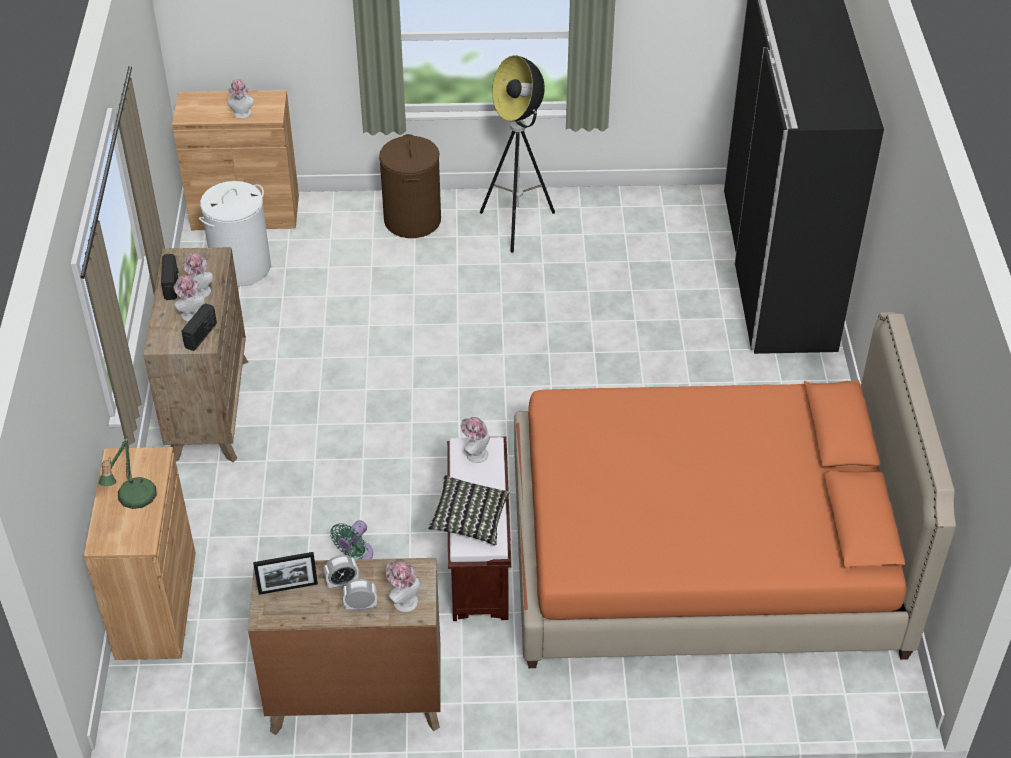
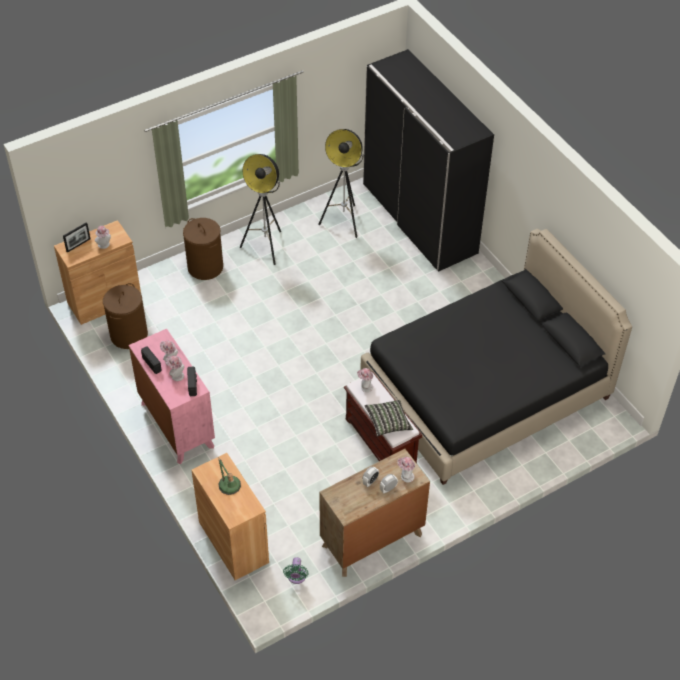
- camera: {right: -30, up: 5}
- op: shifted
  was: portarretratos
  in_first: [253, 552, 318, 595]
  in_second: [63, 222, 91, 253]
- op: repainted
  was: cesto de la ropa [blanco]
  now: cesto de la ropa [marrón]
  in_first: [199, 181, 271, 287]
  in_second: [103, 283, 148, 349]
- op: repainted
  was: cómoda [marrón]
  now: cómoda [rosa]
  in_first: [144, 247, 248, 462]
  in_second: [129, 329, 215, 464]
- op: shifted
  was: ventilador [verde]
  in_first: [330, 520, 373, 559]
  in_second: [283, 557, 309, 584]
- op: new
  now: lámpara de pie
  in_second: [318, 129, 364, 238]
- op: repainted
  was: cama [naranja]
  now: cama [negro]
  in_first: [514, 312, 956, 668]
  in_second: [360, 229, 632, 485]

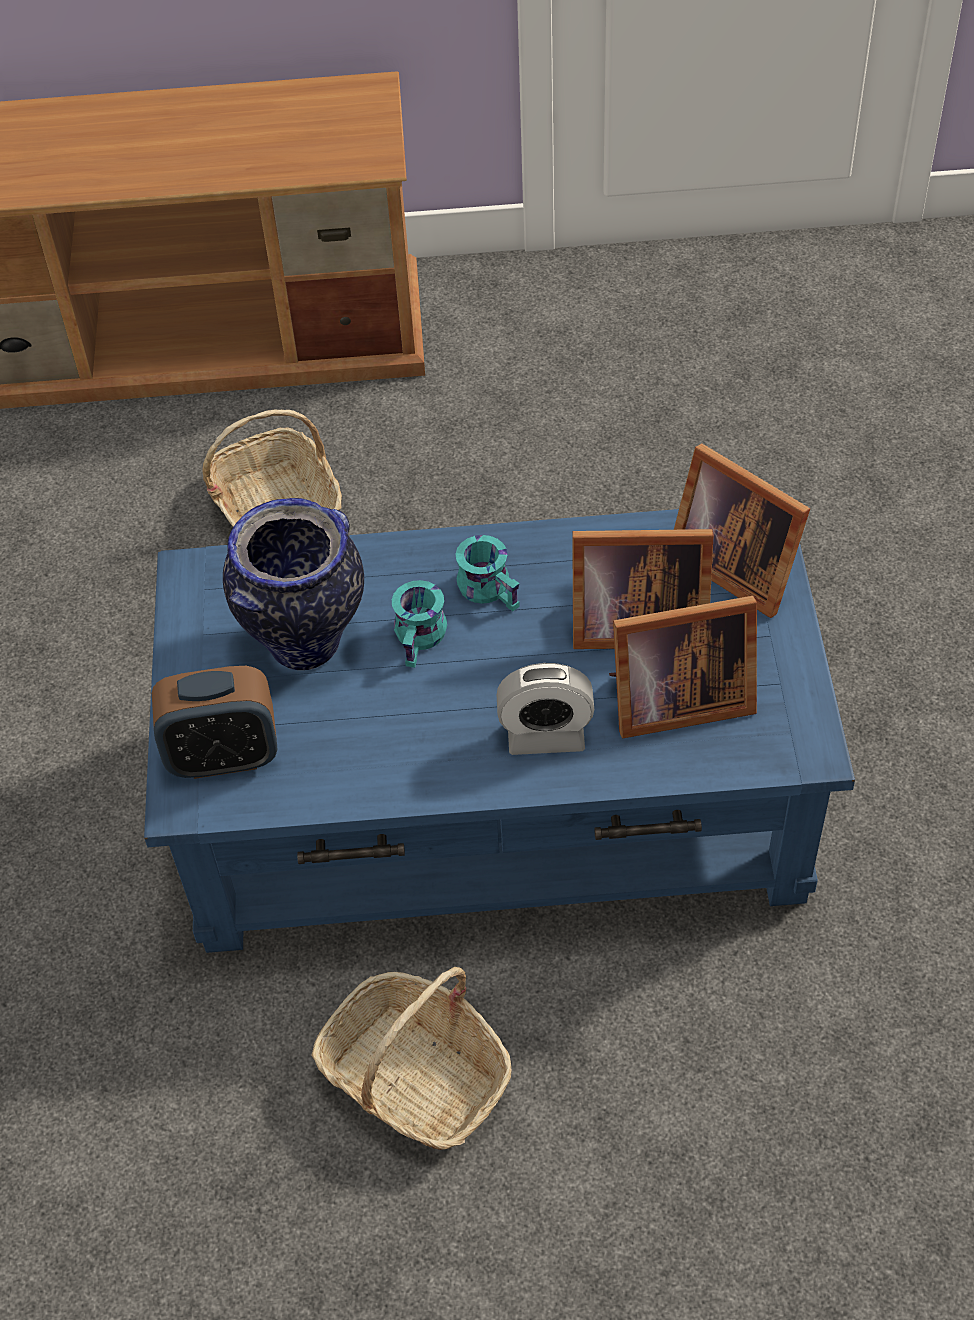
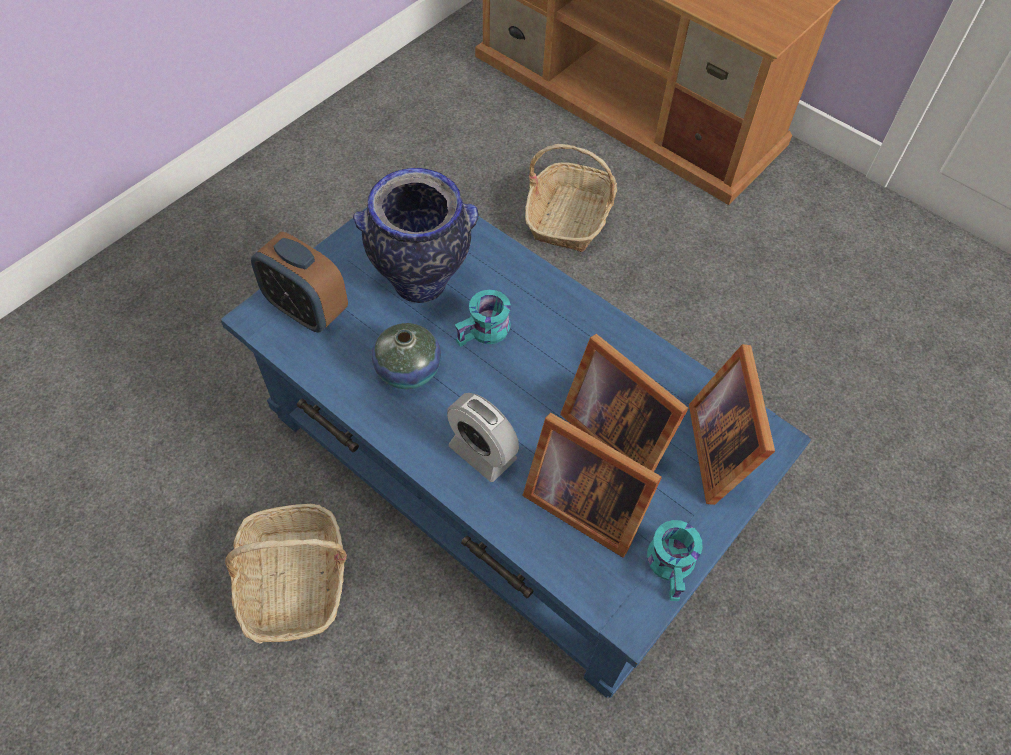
- camera: {right: 40, up: 5}
- op: new
  now: florero
  in_second: [372, 323, 441, 389]
- op: shifted
  was: taza grande [turquesa]
  in_first: [456, 535, 520, 611]
  in_second: [647, 520, 703, 601]

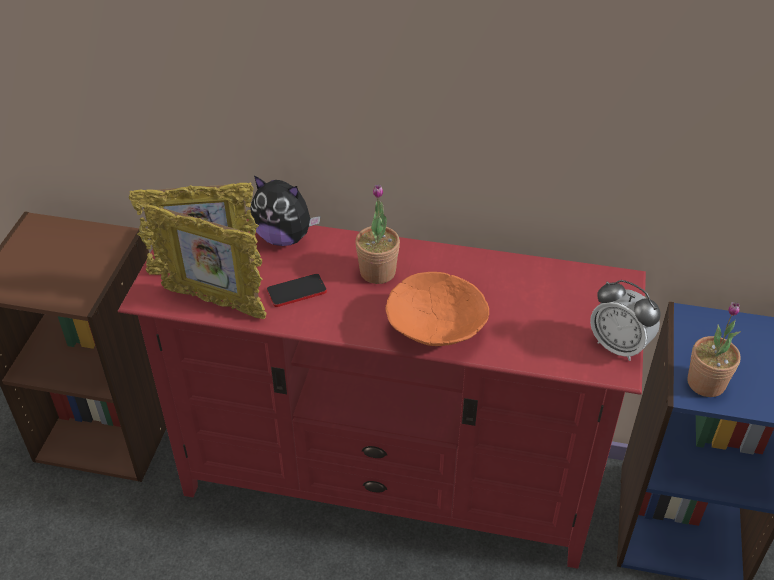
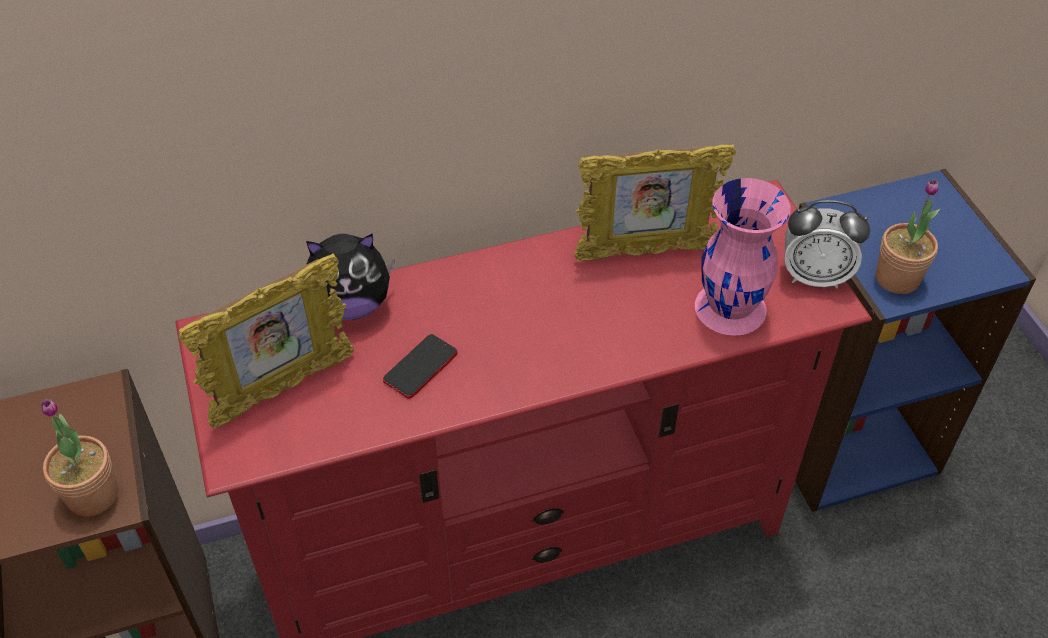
- camera: {right: -30, up: 5}
- op: shifted
  was: planta en maceta
  in_first: [355, 184, 400, 284]
  in_second: [41, 399, 118, 517]
- op: shifted
  was: portarretratos
  in_first: [145, 204, 267, 319]
  in_second: [574, 144, 736, 261]
- op: new
  now: florero [rosa]
  in_second: [695, 178, 791, 335]
- op: gone
  was: cuenco [naranja]
  in_first: [385, 272, 489, 346]

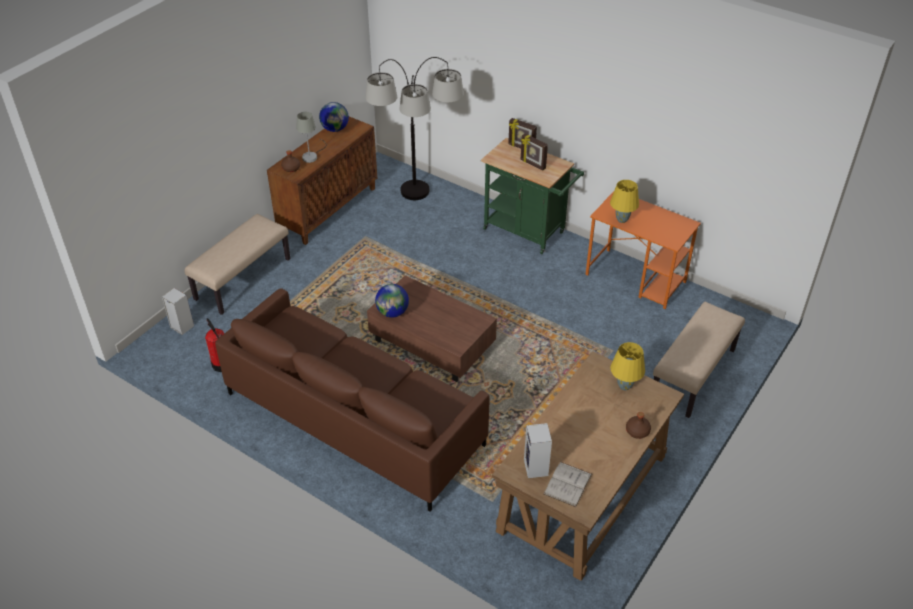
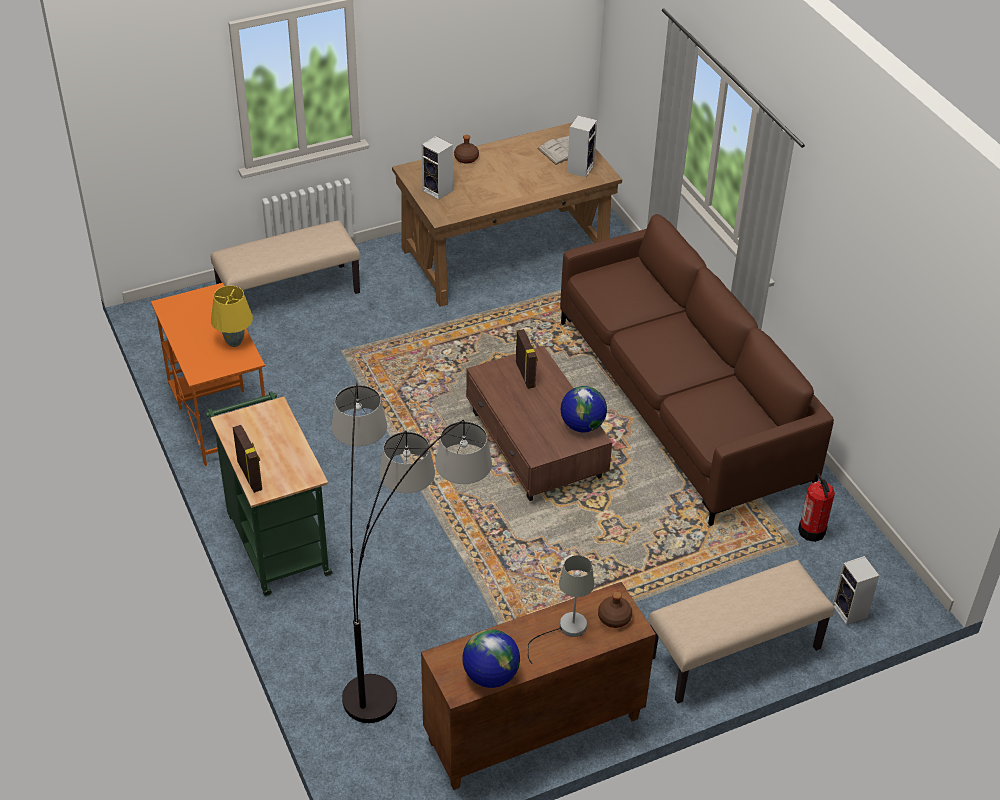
- camera: {right: -150, up: 0}
- op: swapped
  was: lámpara de mesa [amarillo]
  now: altavoz
  in_first: [610, 342, 645, 390]
  in_second: [421, 136, 453, 200]
- op: shifted
  was: portarretratos
  in_first: [521, 133, 548, 171]
  in_second: [516, 329, 538, 389]

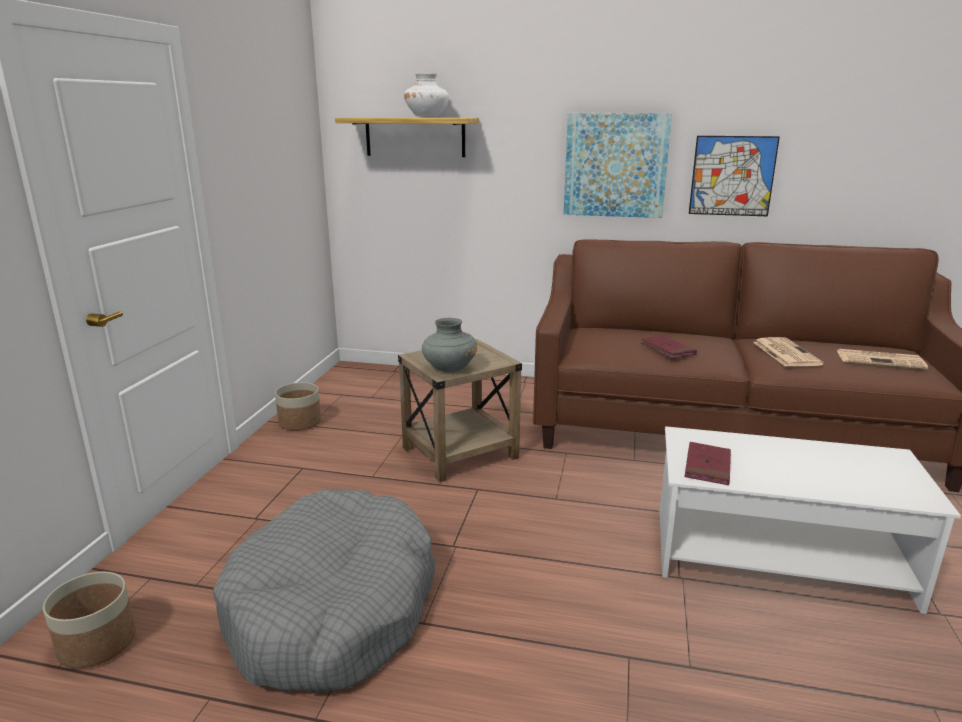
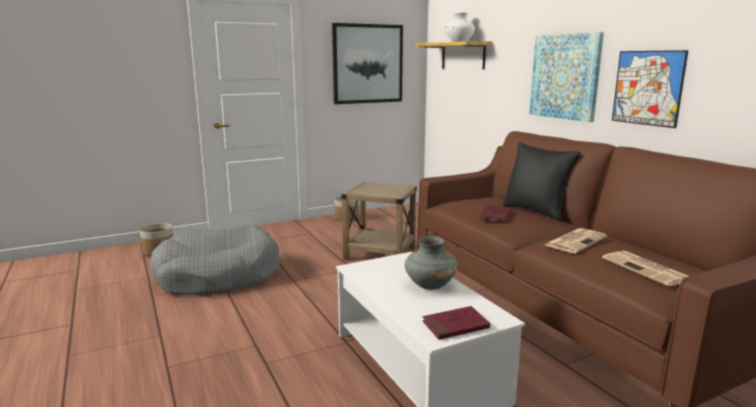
- camera: {right: 50, up: -5}
- op: new
  now: cuadro
  in_second: [332, 23, 403, 104]
- op: shifted
  was: florero [gris]
  in_first: [422, 318, 477, 373]
  in_second: [405, 236, 458, 290]
- op: shifted
  was: libro [rojo]
  in_first: [684, 442, 731, 485]
  in_second: [422, 306, 490, 340]
- op: new
  now: cojín [negro]
  in_second: [502, 142, 581, 221]

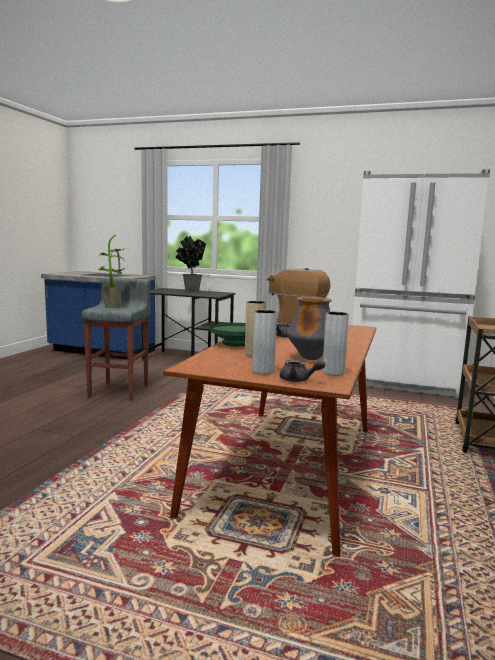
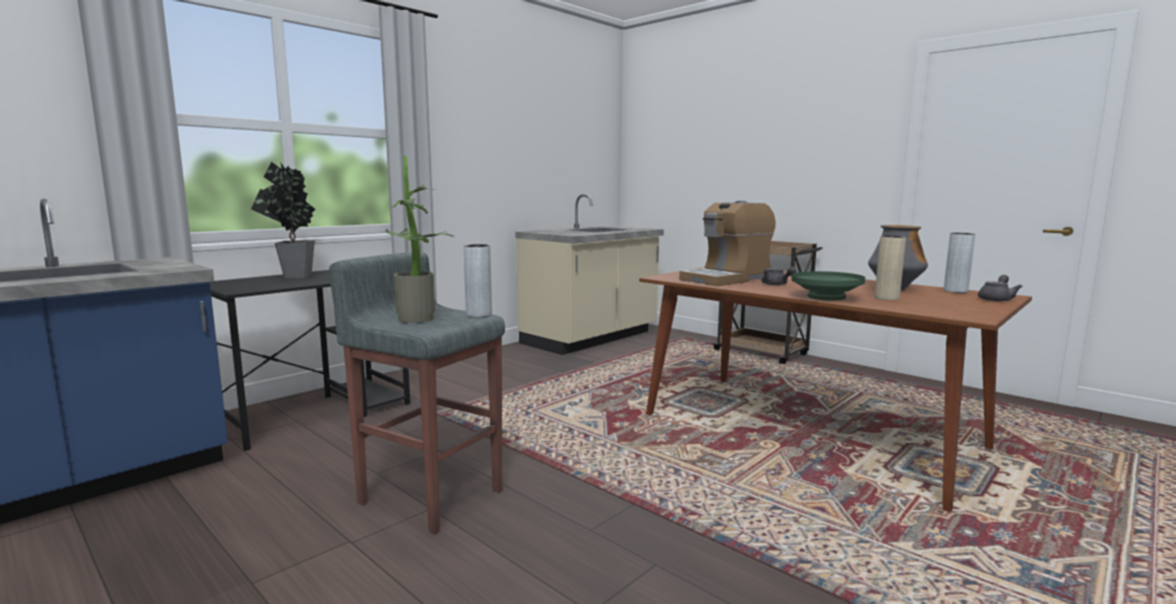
- camera: {right: -65, up: 0}
- op: shifted
  was: florero [gris]
  in_first: [252, 310, 277, 374]
  in_second: [464, 244, 492, 317]
- op: swapped
  was: nevera [blanco]
  now: mueble bajo de cocina [beis]
  in_first: [353, 169, 490, 399]
  in_second: [515, 194, 664, 355]

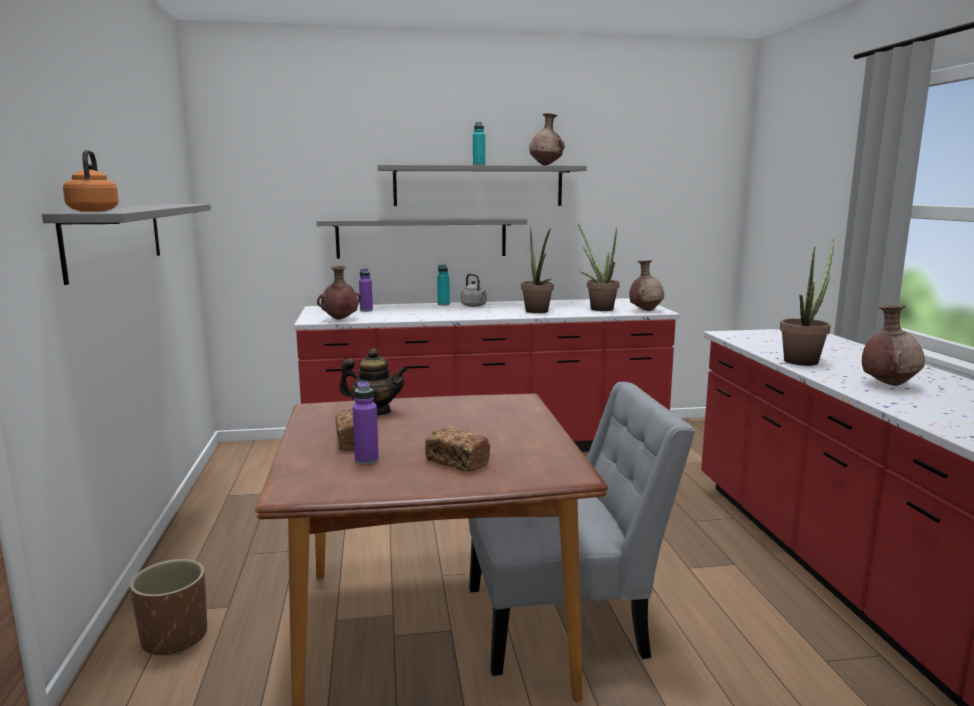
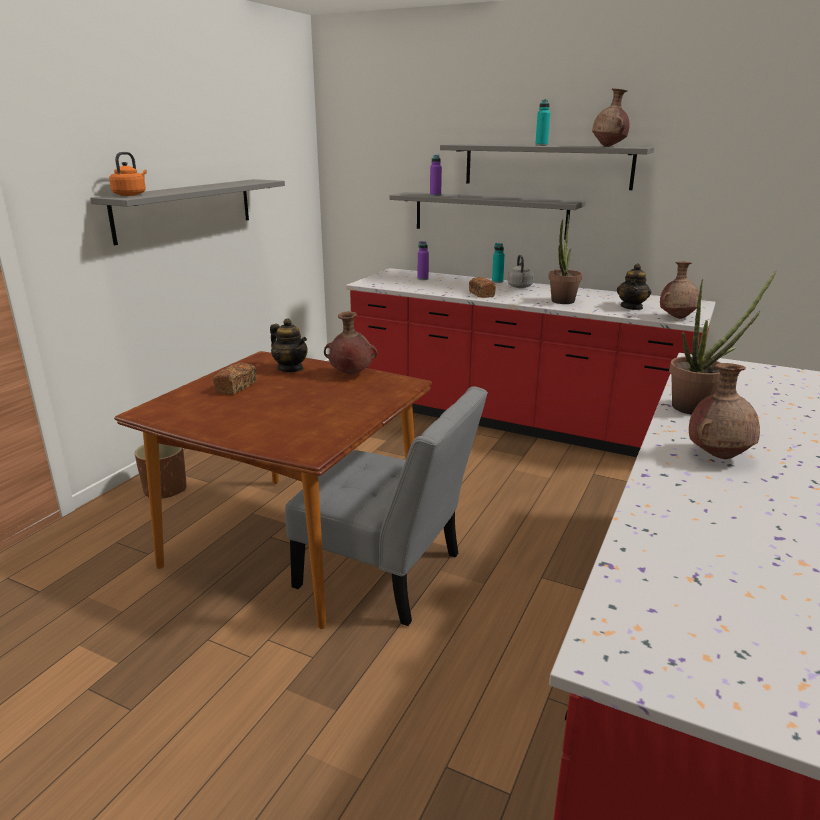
- camera: {right: 35, up: 10}
- op: shifted
  was: florero [marrón]
  in_first: [317, 265, 361, 320]
  in_second: [324, 311, 377, 374]
- op: shifted
  was: botella [morado]
  in_first: [352, 381, 379, 465]
  in_second: [430, 155, 442, 196]
- op: shifted
  was: pan
  in_first: [425, 428, 490, 472]
  in_second: [469, 277, 496, 298]
- op: swapped
  was: planta en maceta
  now: tetera
  in_first: [578, 224, 619, 311]
  in_second: [617, 263, 651, 310]

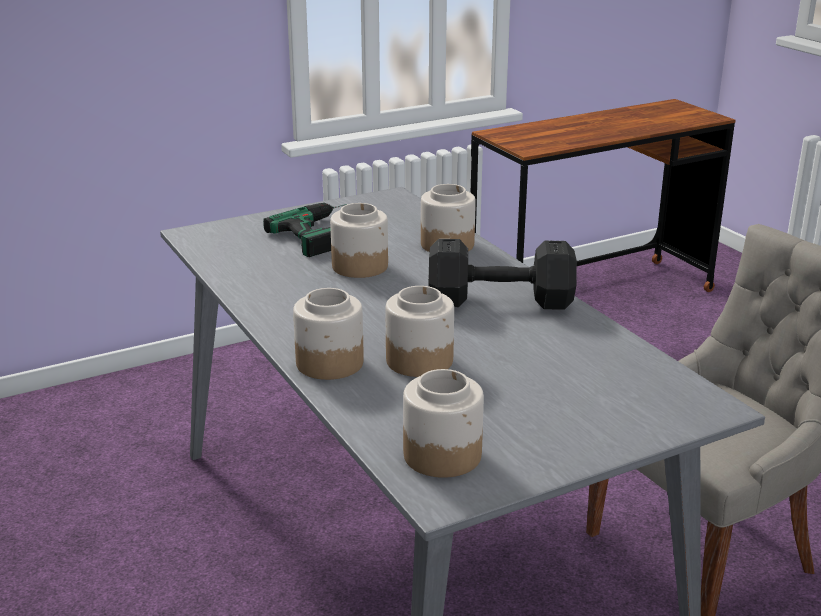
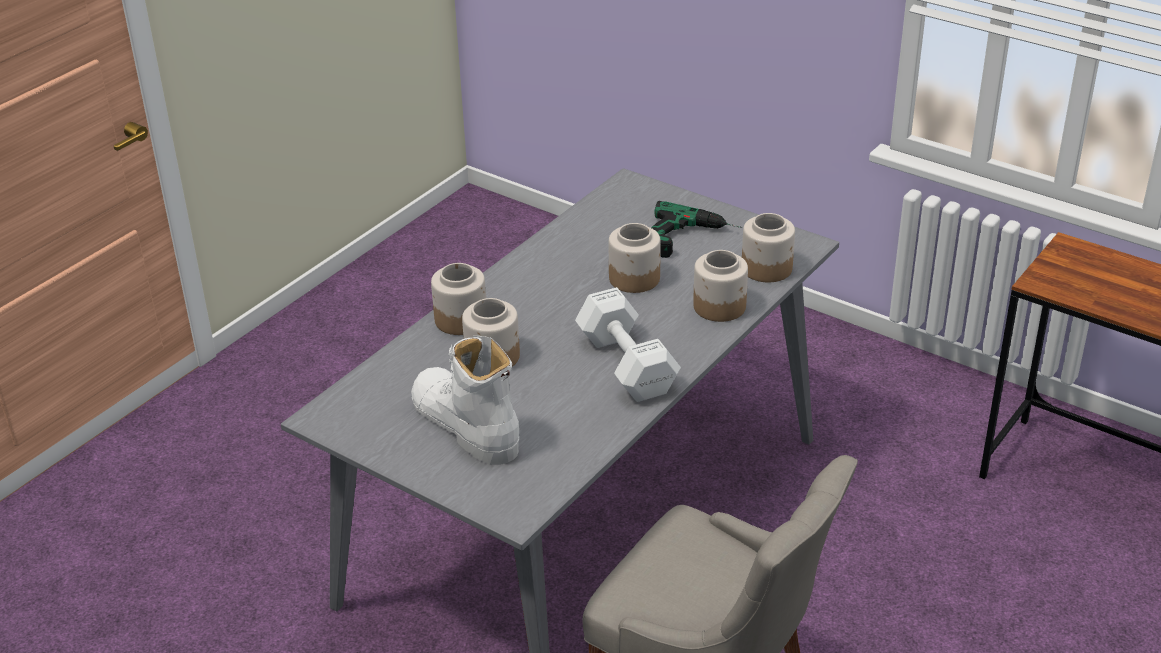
- camera: {right: 65, up: 10}
- op: new
  now: bota [blanco]
  in_second: [411, 336, 519, 465]
- op: repainted
  was: mancuerna [negro]
  now: mancuerna [blanco]
  in_first: [428, 239, 577, 310]
  in_second: [575, 287, 681, 402]
- op: shifted
  was: tarro
  in_first: [403, 369, 484, 478]
  in_second: [742, 213, 795, 282]

